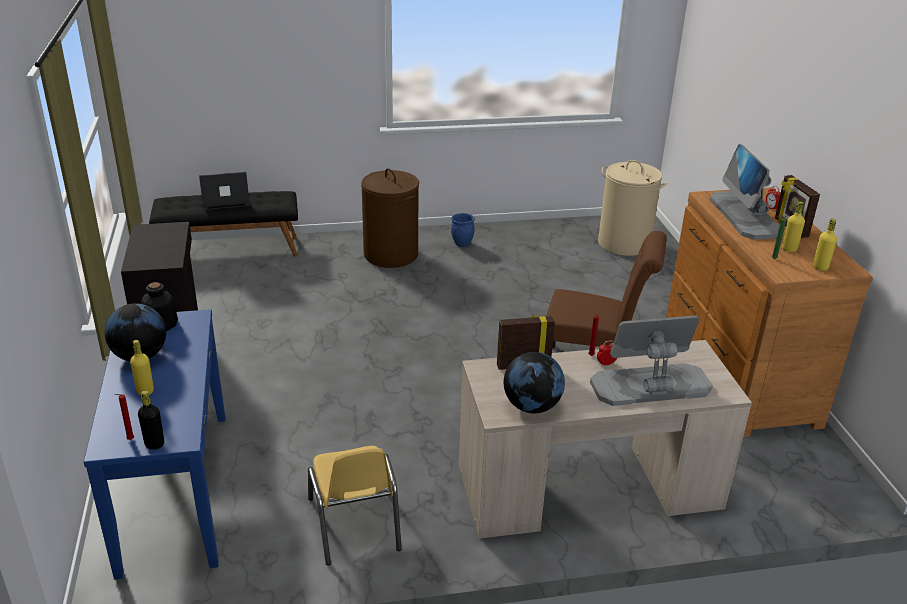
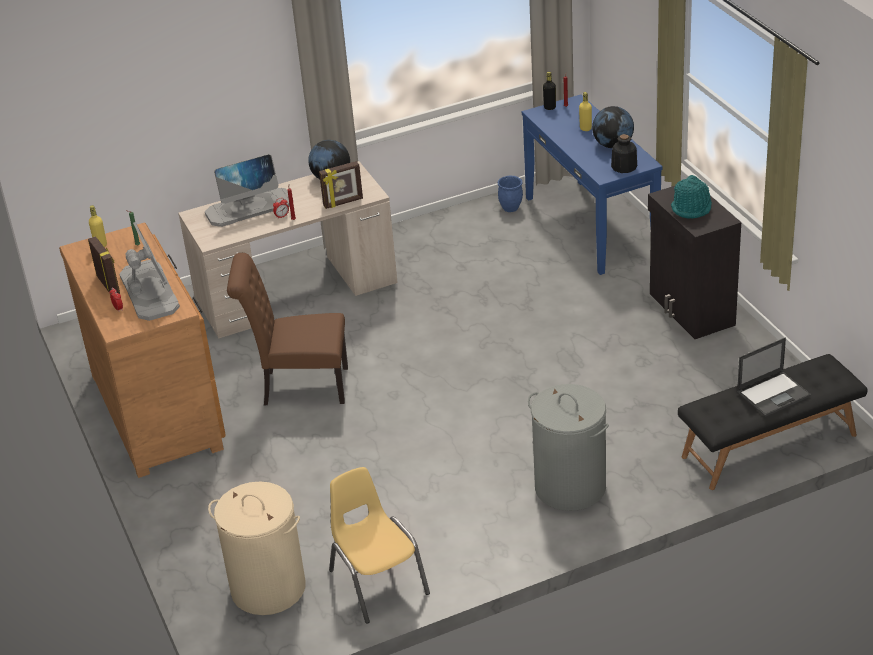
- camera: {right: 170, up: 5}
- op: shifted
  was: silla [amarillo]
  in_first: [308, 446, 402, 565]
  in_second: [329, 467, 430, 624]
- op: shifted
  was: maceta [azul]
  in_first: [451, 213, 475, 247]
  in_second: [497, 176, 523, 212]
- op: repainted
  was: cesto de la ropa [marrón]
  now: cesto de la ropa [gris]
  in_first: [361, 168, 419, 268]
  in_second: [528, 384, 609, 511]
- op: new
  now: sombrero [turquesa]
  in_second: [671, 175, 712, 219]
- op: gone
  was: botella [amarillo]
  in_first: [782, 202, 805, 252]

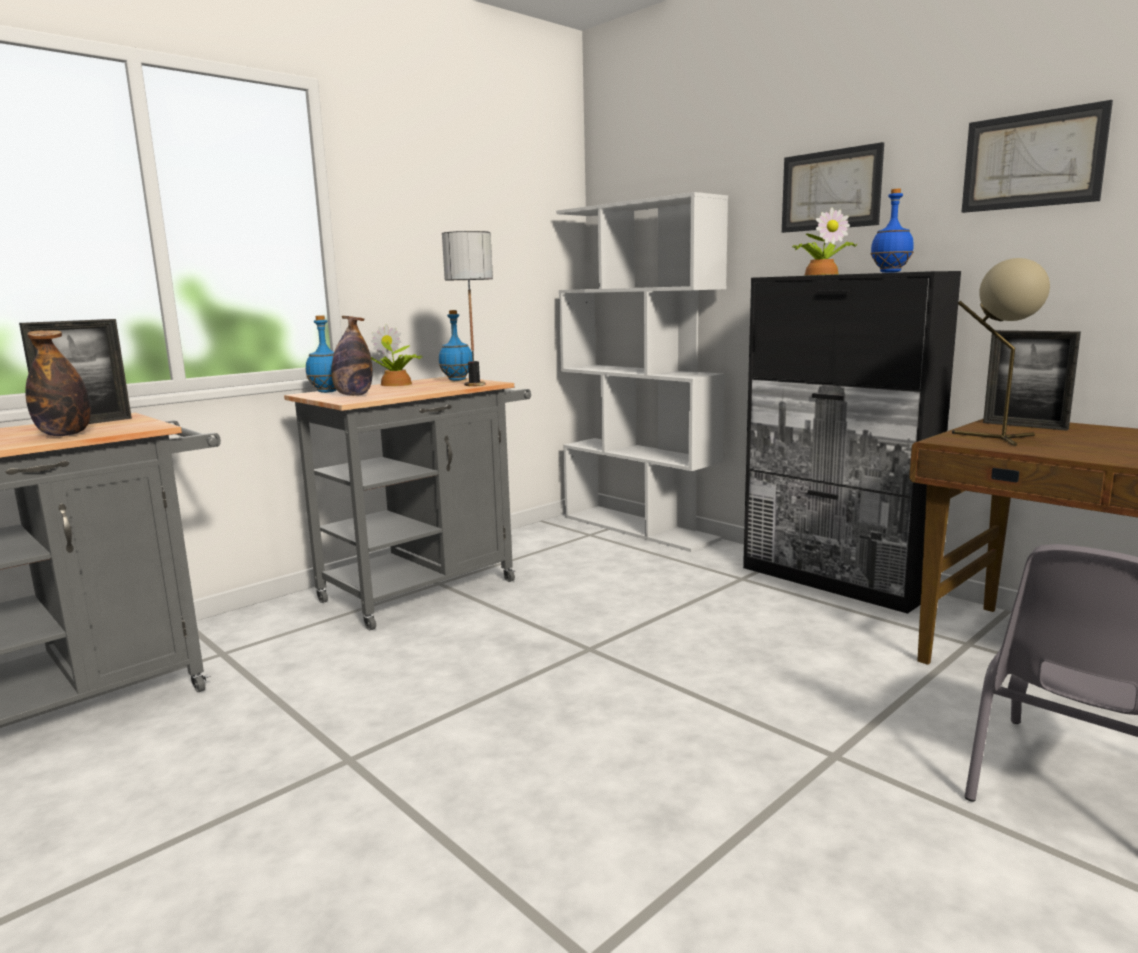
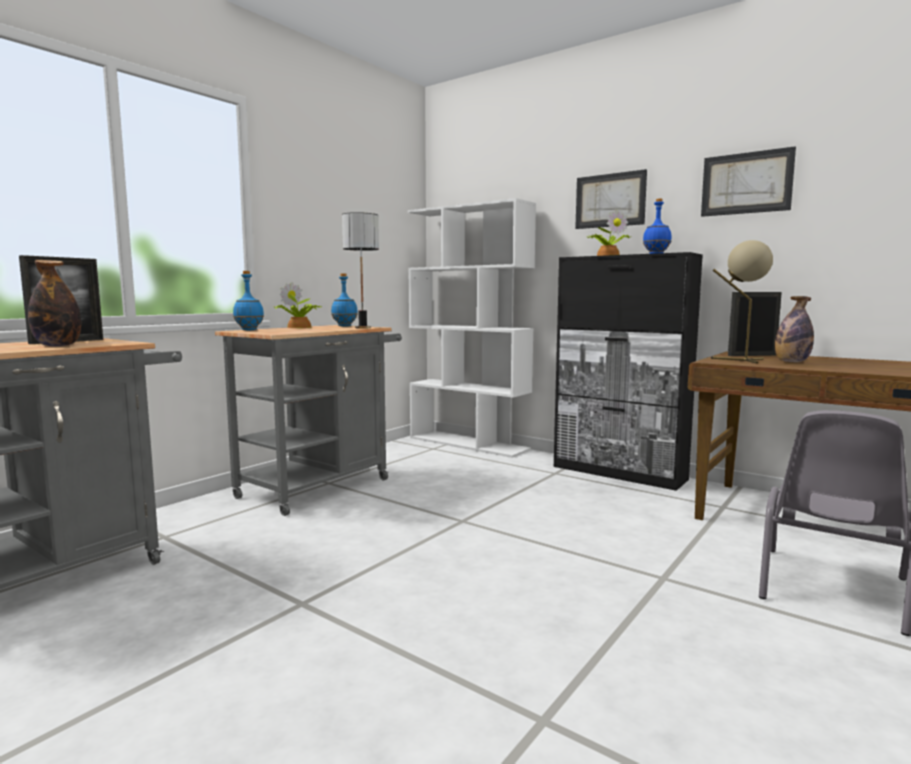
- camera: {right: -10, up: -5}
- op: rotated
  was: portarretratos
  in_first: [983, 330, 1081, 431]
  in_second: [728, 292, 782, 356]
  clockwise: 135
- op: shifted
  was: botella
  in_first: [331, 316, 373, 396]
  in_second: [775, 296, 814, 362]

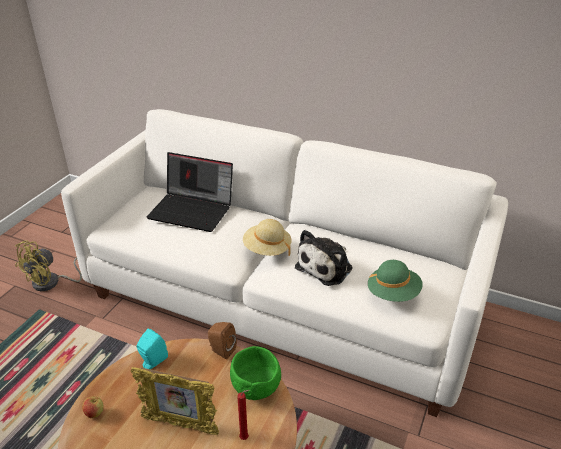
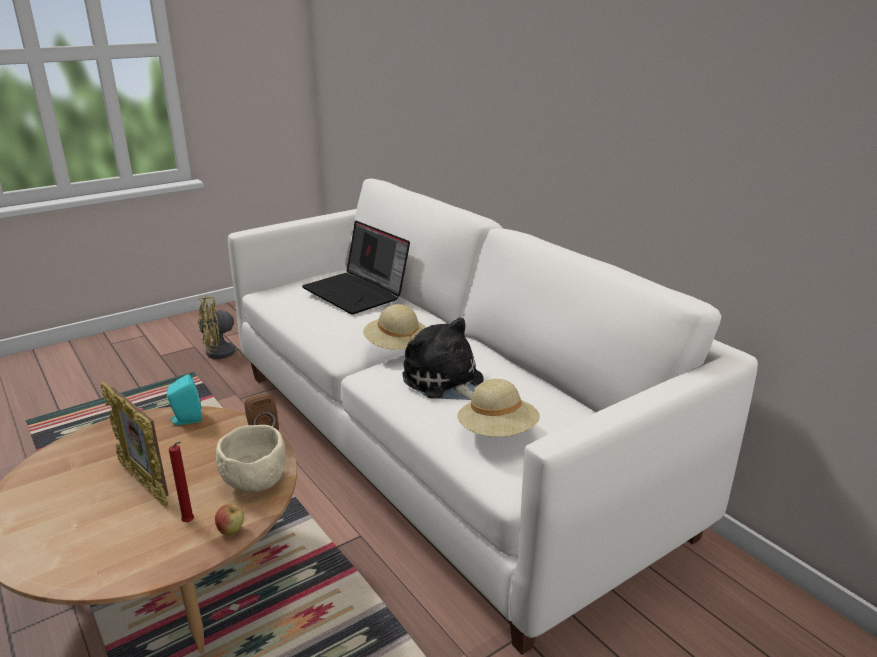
- camera: {right: 30, up: -10}
- op: shifted
  was: manzana
  in_first: [82, 396, 103, 418]
  in_second: [215, 504, 244, 535]
- op: repainted
  was: cuenco [verde]
  now: cuenco [beis]
  in_first: [230, 346, 281, 400]
  in_second: [216, 425, 286, 492]
- op: rotated
  was: peluche
  in_first: [295, 230, 353, 286]
  in_second: [402, 317, 484, 400]
  clockwise: 75
- op: repainted
  was: sombrero [verde]
  now: sombrero [beis]
  in_first: [368, 260, 423, 302]
  in_second: [457, 379, 540, 437]

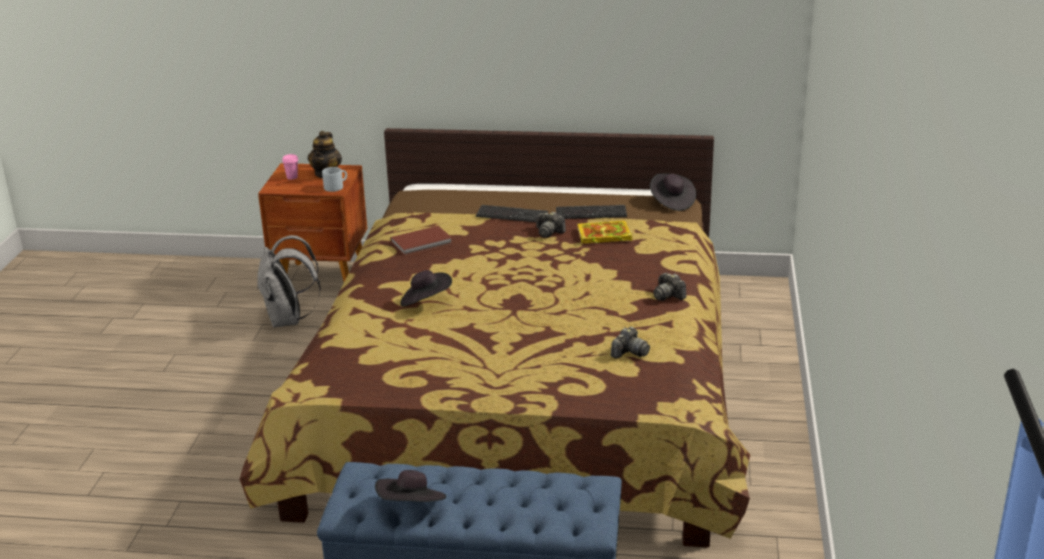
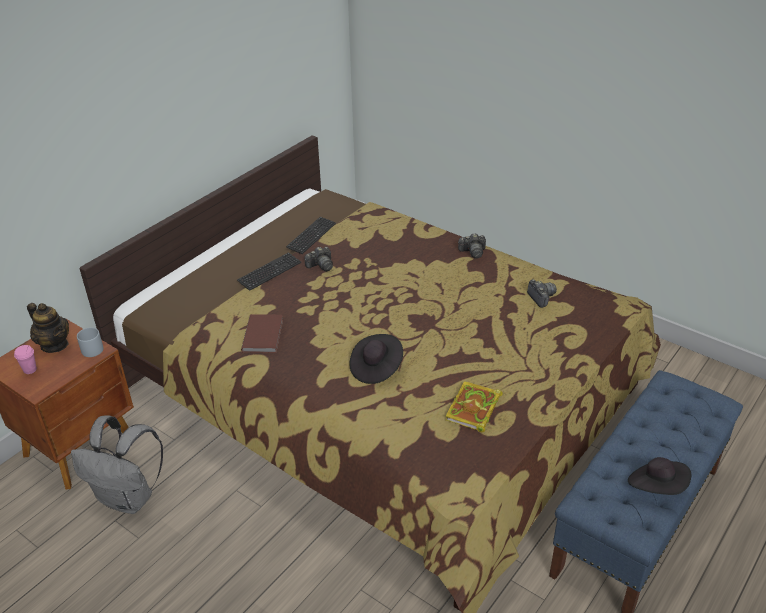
- camera: {right: -60, up: 10}
- op: shifted
  was: libro
  in_first: [577, 221, 632, 244]
  in_second: [445, 381, 503, 432]
- op: gone
  was: sombrero [negro]
  in_first: [650, 174, 696, 211]

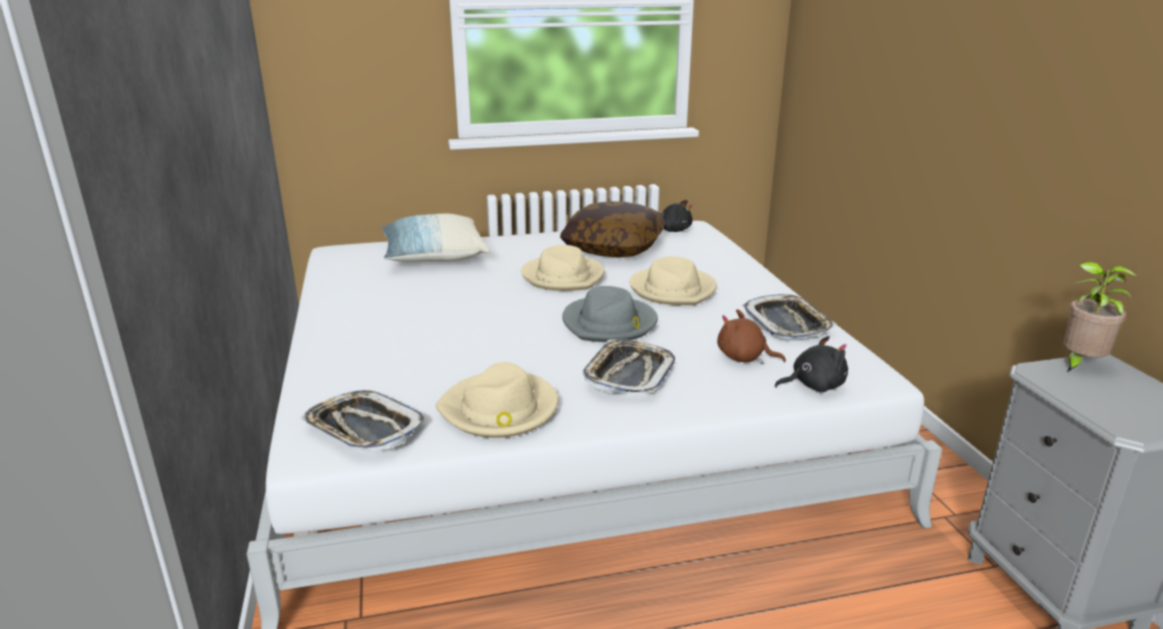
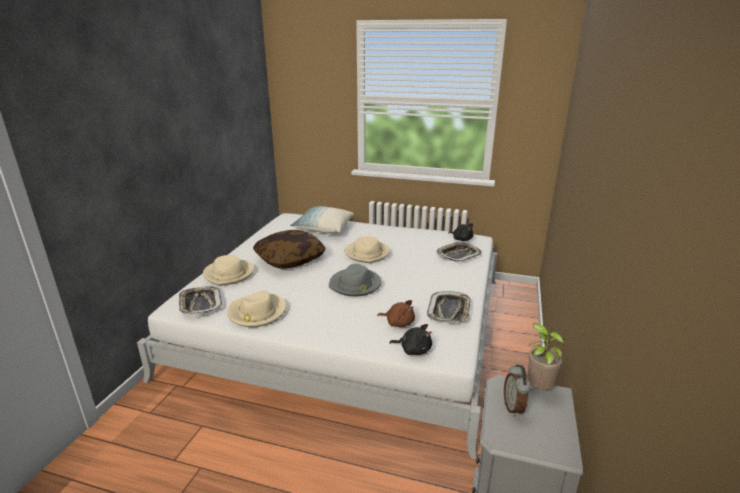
- camera: {right: 30, up: 0}
- op: shifted
  was: sombrero [beis]
  in_first: [629, 256, 717, 306]
  in_second: [203, 255, 254, 286]
- op: shifted
  was: cojín
  in_first: [560, 201, 665, 257]
  in_second: [253, 230, 326, 269]
- op: rotated
  was: peluche [marrón]
  in_first: [717, 309, 786, 364]
  in_second: [377, 300, 415, 327]
  clockwise: 150
- op: shifted
  was: bandeja
  in_first: [583, 339, 675, 394]
  in_second: [436, 241, 481, 262]
- op: new
  now: despertador
  in_second: [504, 364, 531, 417]

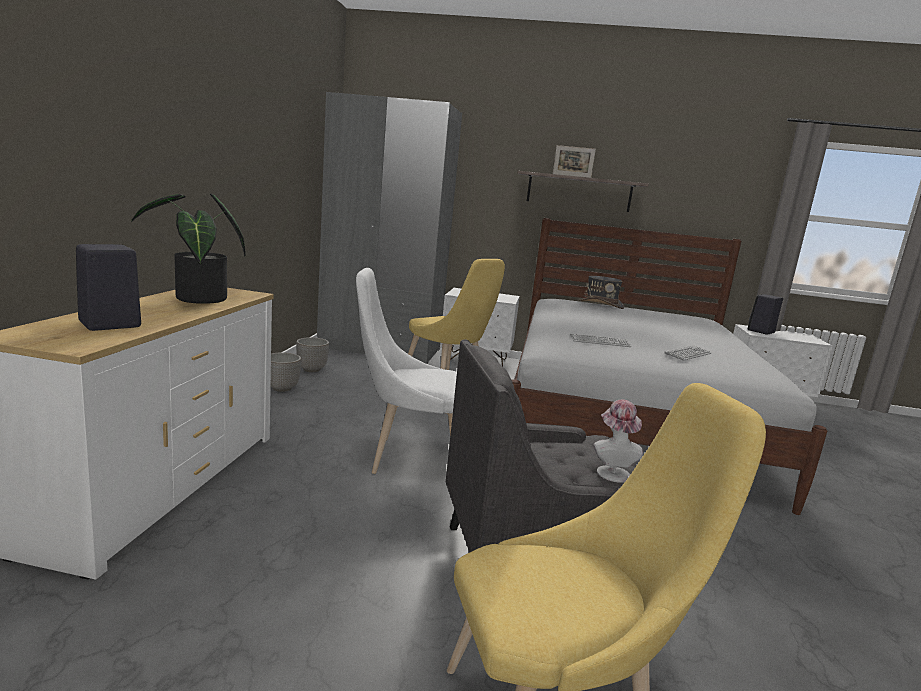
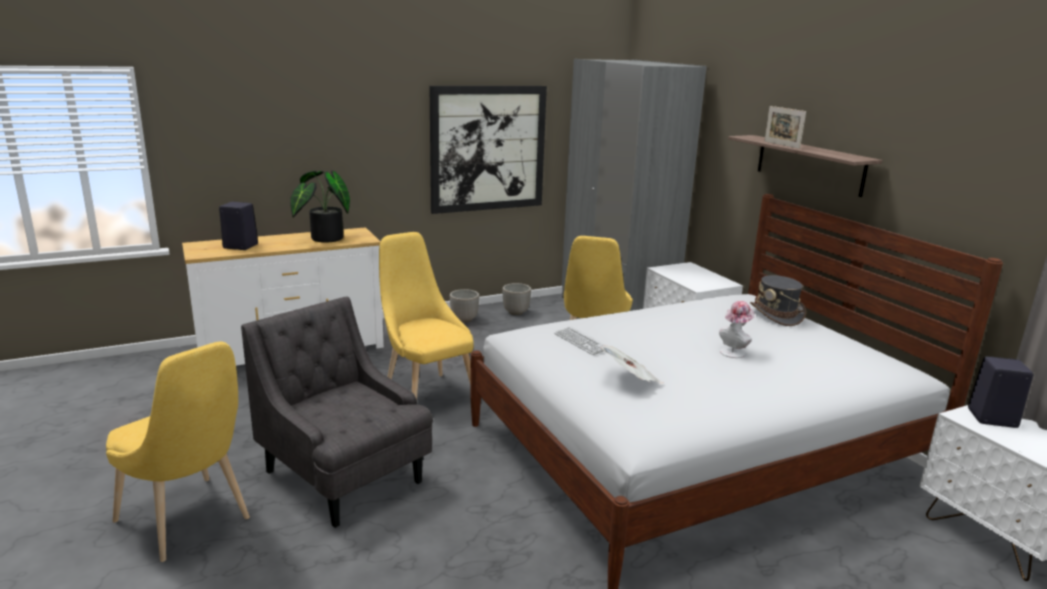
- camera: {right: 55, up: 5}
- op: repainted
  was: silla [blanco]
  now: silla [amarillo]
  in_first: [356, 268, 457, 474]
  in_second: [379, 232, 474, 400]
- op: new
  now: cuadro
  in_second: [430, 86, 547, 214]
- op: swapped
  was: teclado
  now: periódico
  in_first: [664, 345, 711, 361]
  in_second: [600, 346, 664, 384]
- op: shifted
  was: sombrero
  in_first: [594, 399, 643, 483]
  in_second: [719, 301, 755, 358]

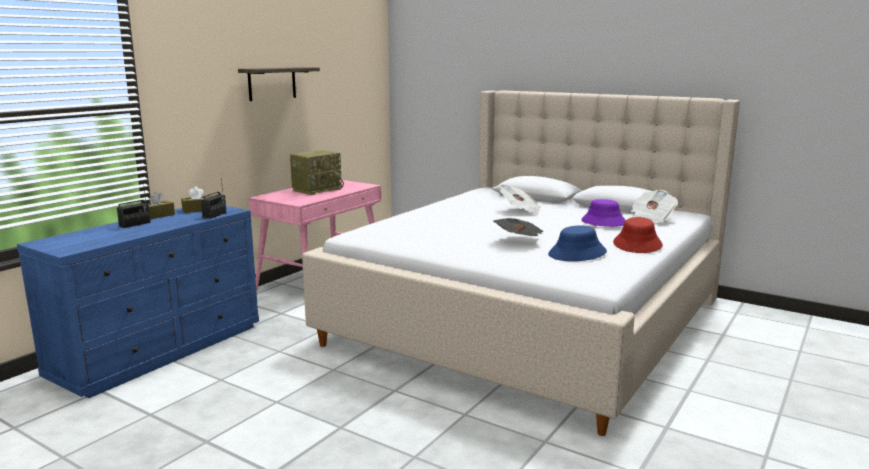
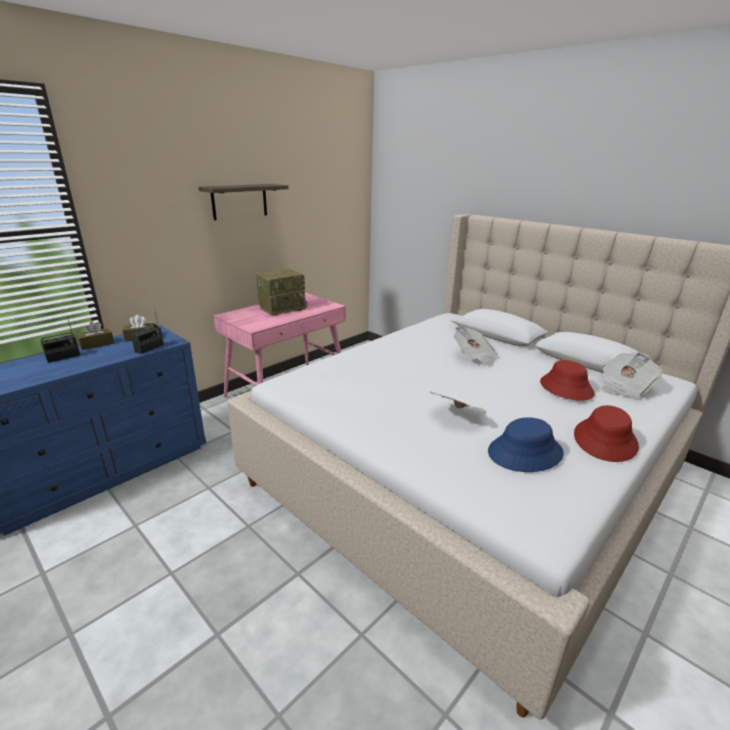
- camera: {right: 10, up: 10}
- op: repainted
  was: sombrero [morado]
  now: sombrero [rojo]
  in_first: [581, 199, 626, 227]
  in_second: [540, 360, 595, 401]

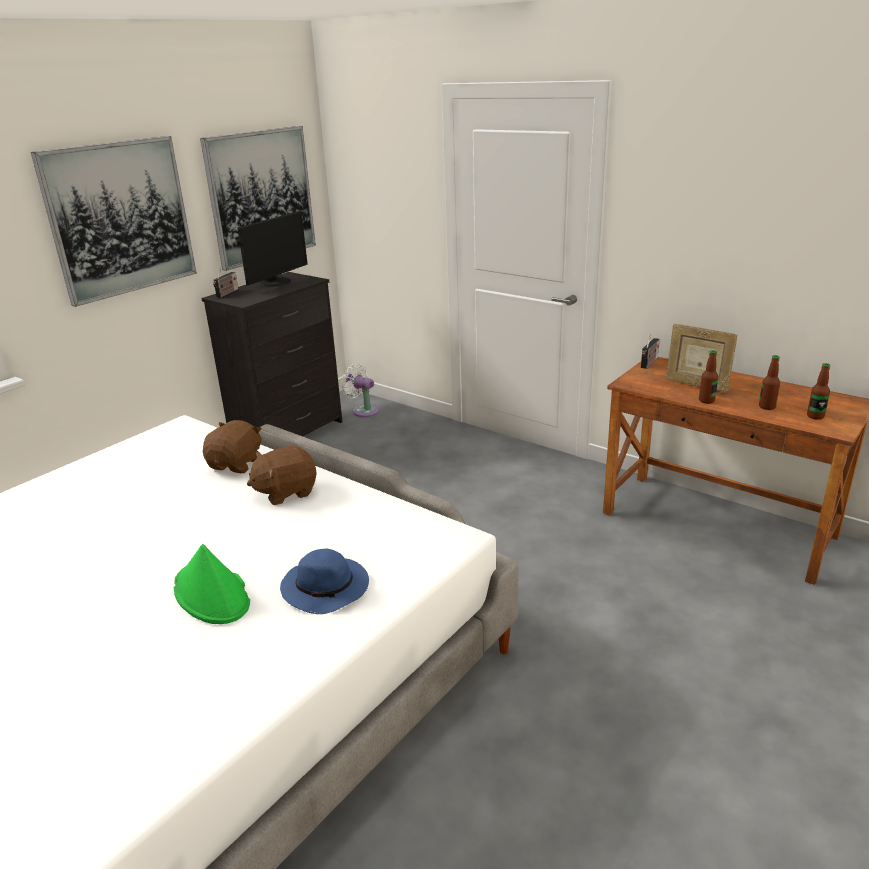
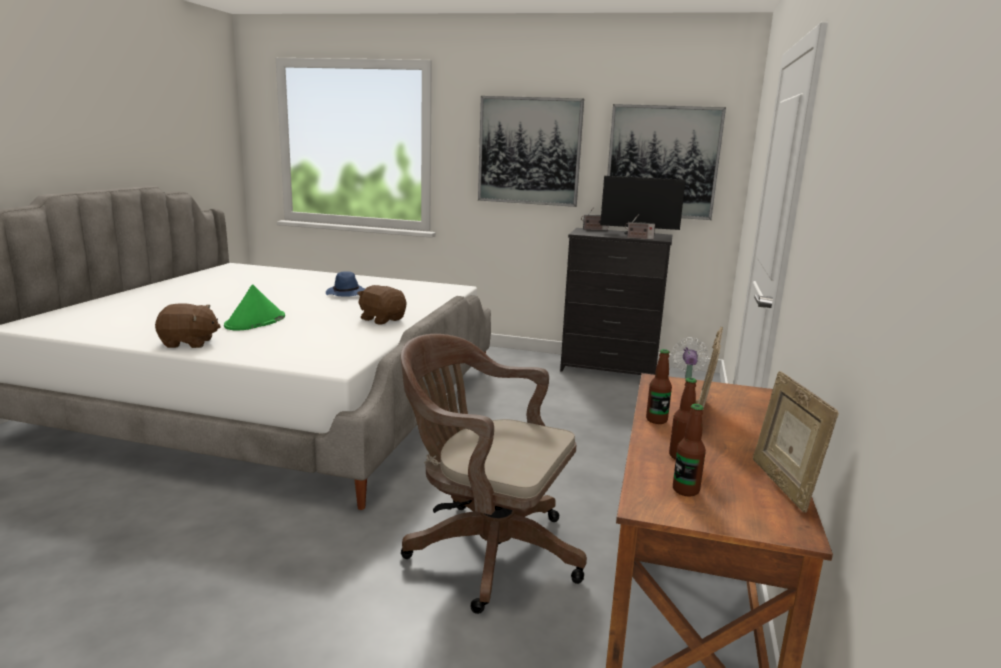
- camera: {right: 65, up: -10}
- op: shifted
  was: peluche [marrón]
  in_first: [203, 420, 262, 473]
  in_second: [155, 303, 221, 348]
- op: shifted
  was: sombrero [azul]
  in_first: [280, 549, 369, 614]
  in_second: [326, 271, 366, 297]
- op: new
  now: silla de oficina [marrón]
  in_second: [401, 334, 587, 614]
- op: shifted
  was: radio
  in_first: [641, 335, 660, 369]
  in_second: [625, 214, 655, 240]
- op: new
  now: portarretratos
  in_second: [753, 371, 839, 513]

